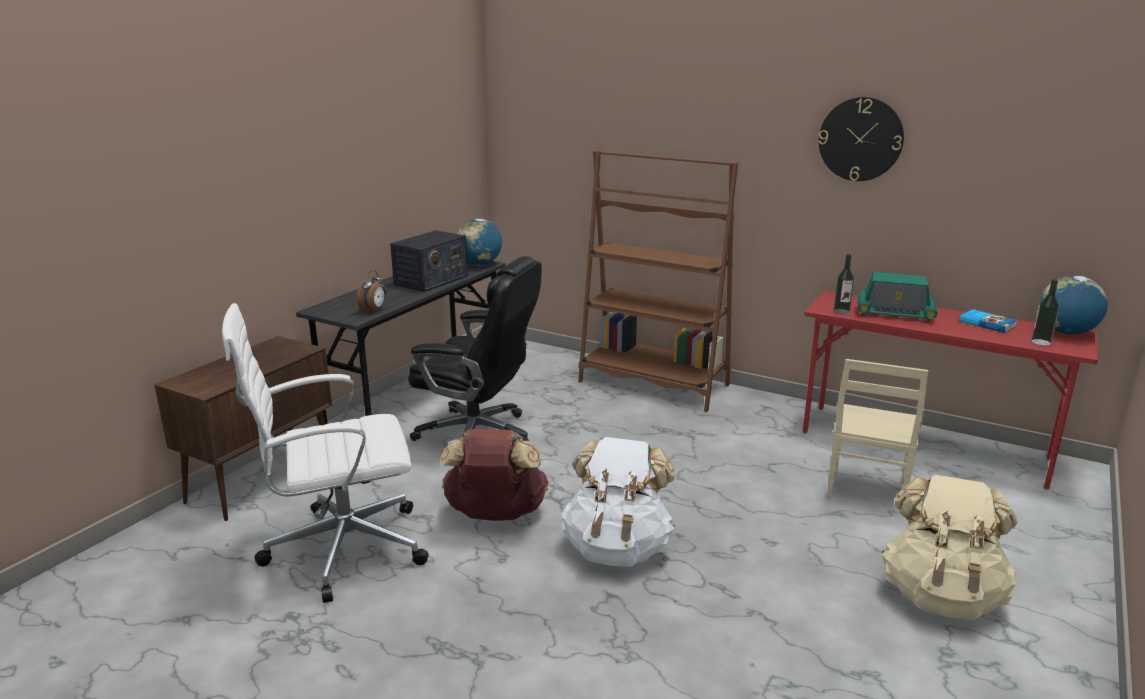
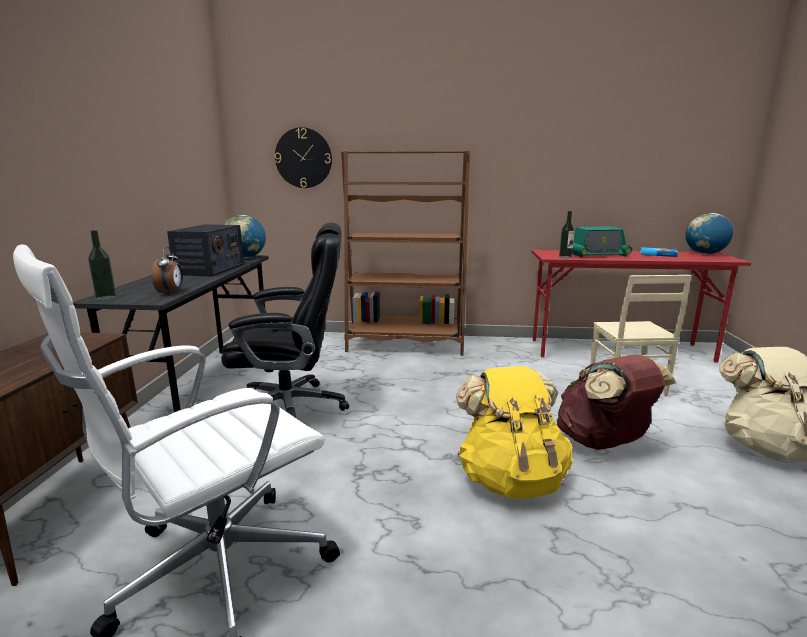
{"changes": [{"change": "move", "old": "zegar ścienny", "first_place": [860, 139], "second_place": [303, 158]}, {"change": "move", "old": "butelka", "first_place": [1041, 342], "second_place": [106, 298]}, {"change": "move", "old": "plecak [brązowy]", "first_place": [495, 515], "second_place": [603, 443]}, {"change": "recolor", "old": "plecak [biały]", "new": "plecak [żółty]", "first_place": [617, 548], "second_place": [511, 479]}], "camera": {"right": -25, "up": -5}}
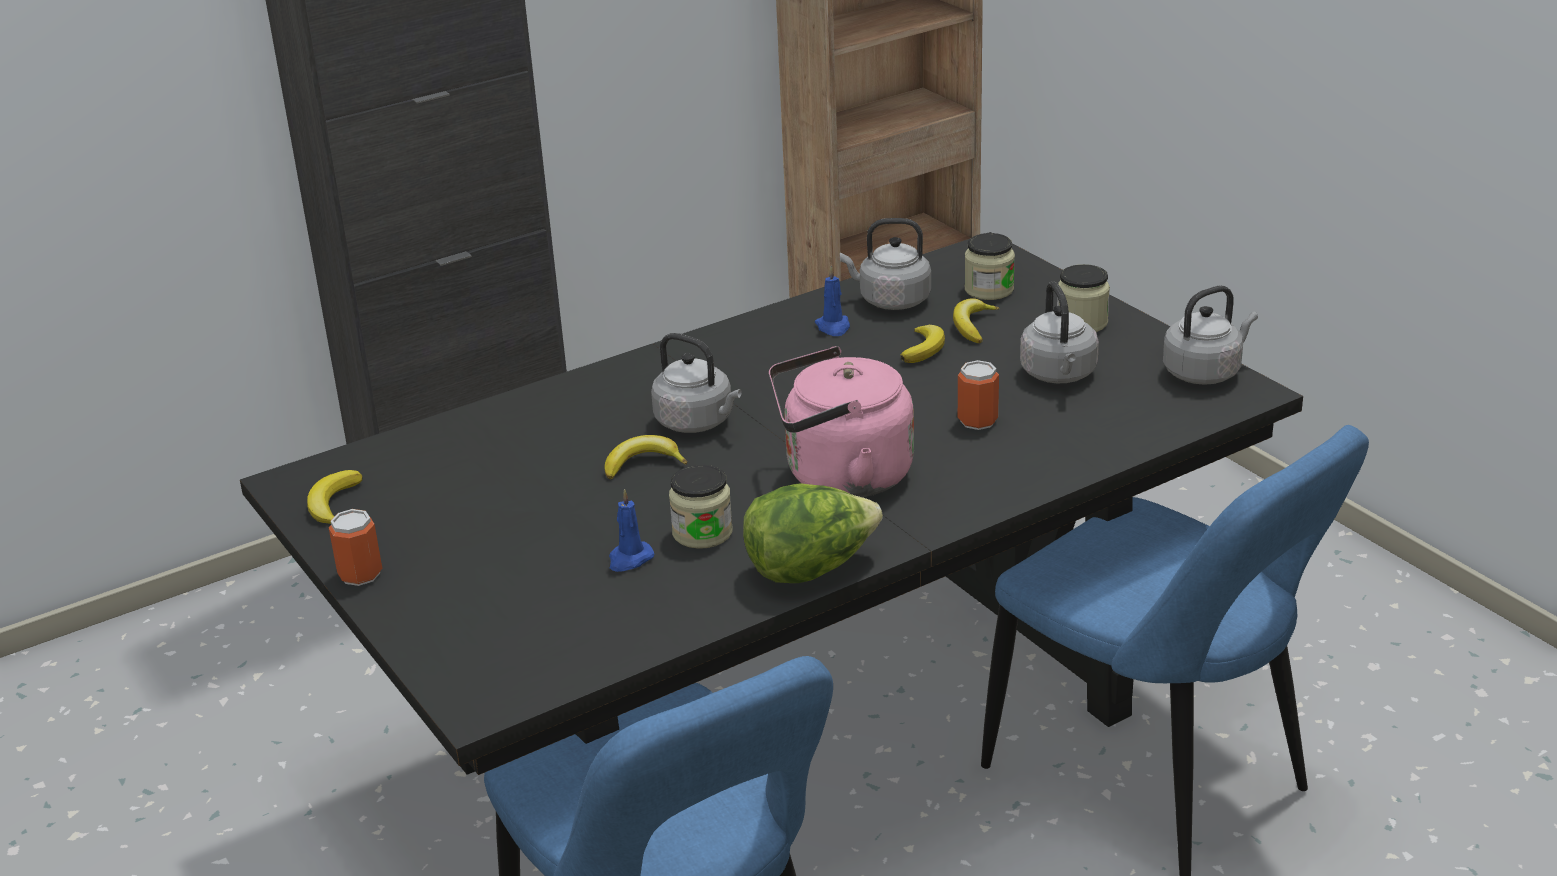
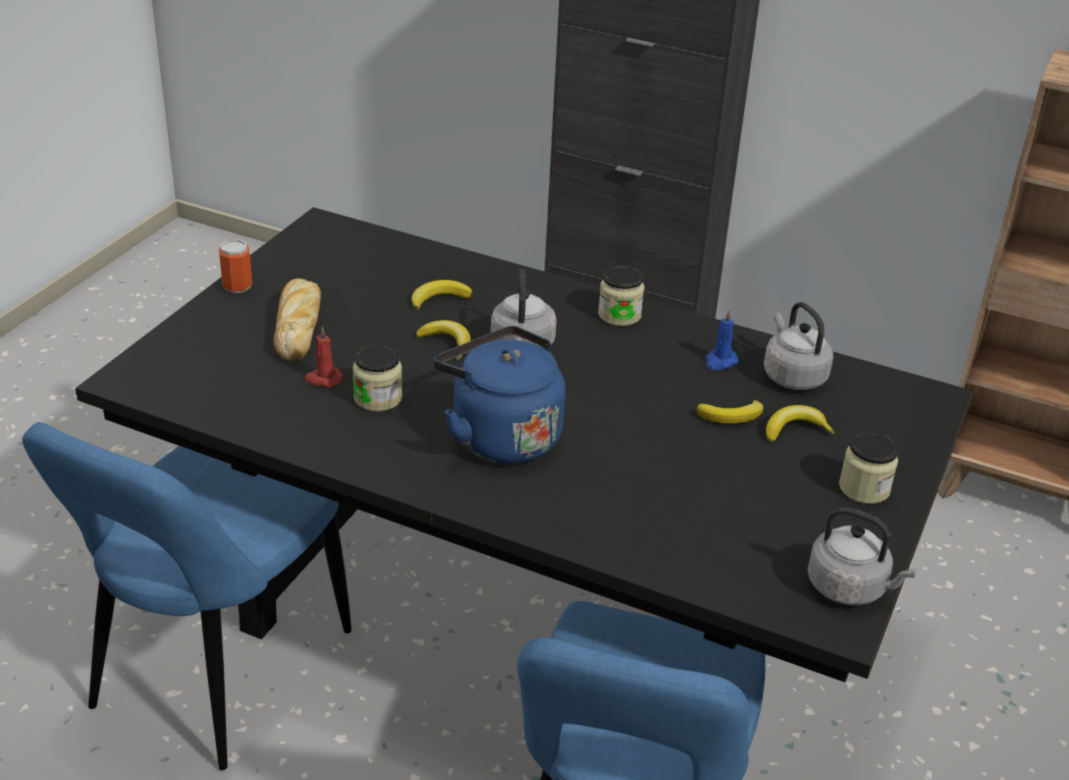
{"changes": [{"change": "move", "old": "słoik", "first_place": [989, 289], "second_place": [619, 315]}, {"change": "delete", "old": "czajnik [szary]", "first_place": [1059, 375]}, {"change": "recolor", "old": "czajnik [różowy]", "new": "czajnik [niebieski]", "first_place": [841, 477], "second_place": [500, 436]}, {"change": "delete", "old": "puszka", "first_place": [977, 421]}, {"change": "move", "old": "banan", "first_place": [333, 502], "second_place": [439, 298]}, {"change": "delete", "old": "sałata", "first_place": [810, 569]}, {"change": "recolor", "old": "świeca [niebieski]", "new": "świeca [czerwony]", "first_place": [629, 559], "second_place": [323, 379]}, {"change": "insert", "new": "chleb", "second_place": [298, 326]}], "camera": {"right": 55, "up": 5}}
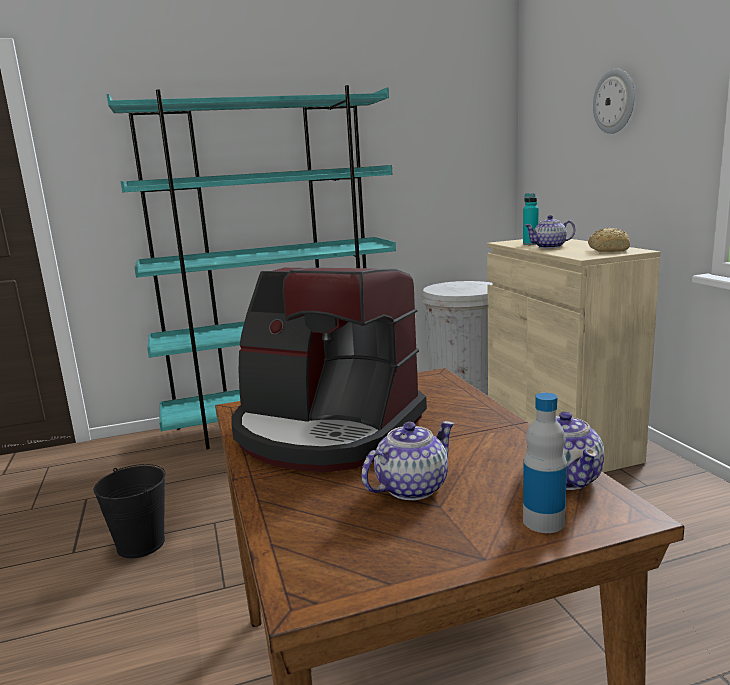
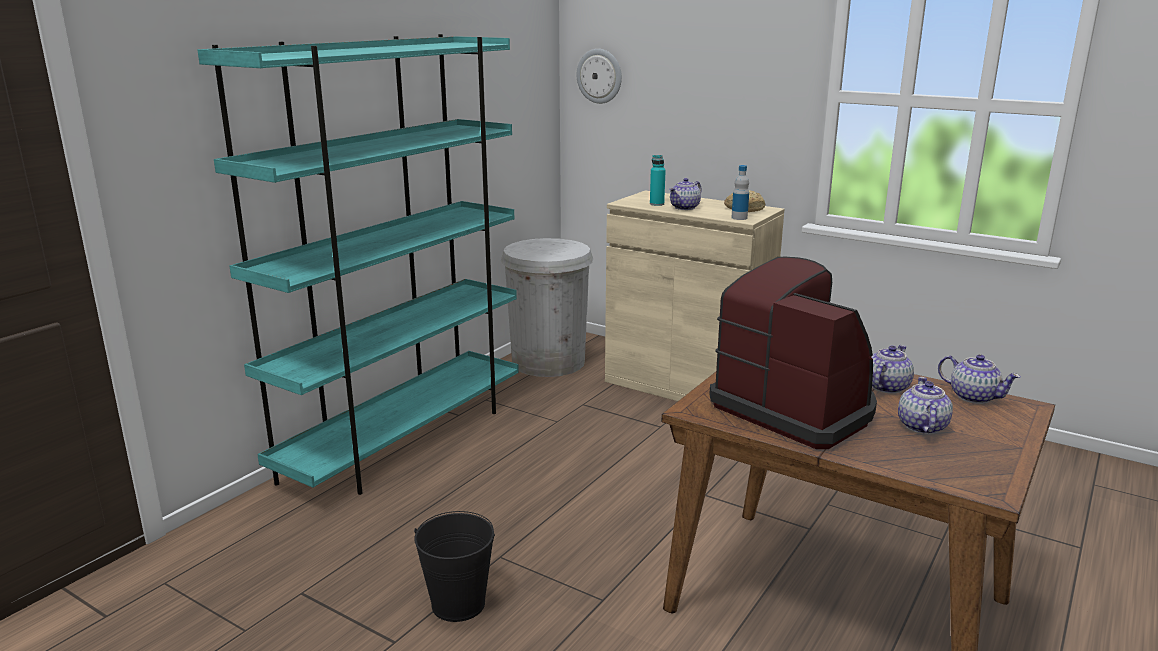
{"changes": [{"change": "move", "old": "zegar ścienny", "first_place": [614, 101], "second_place": [599, 76]}, {"change": "rotate", "old": "ekspres do kawy", "first_place": [326, 431], "second_place": [795, 408], "degrees": -120}, {"change": "move", "old": "butelka", "first_place": [543, 521], "second_place": [739, 218]}, {"change": "insert", "new": "imbryk", "second_place": [886, 387]}], "camera": {"right": -40, "up": 5}}
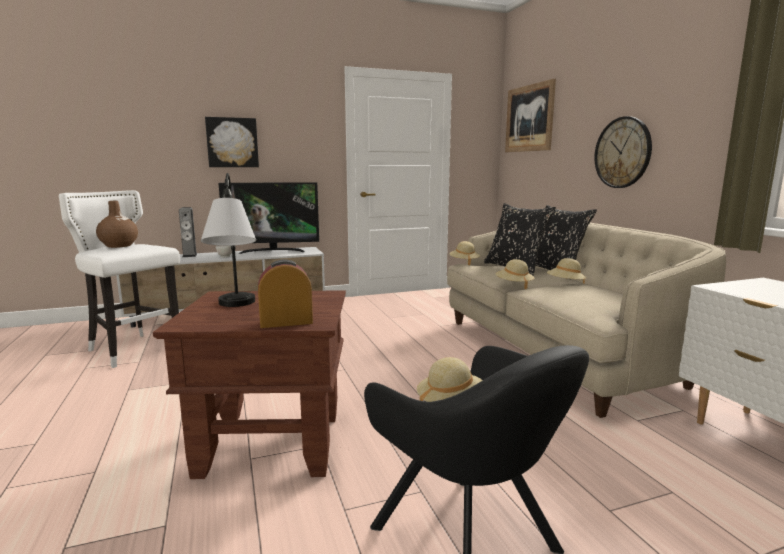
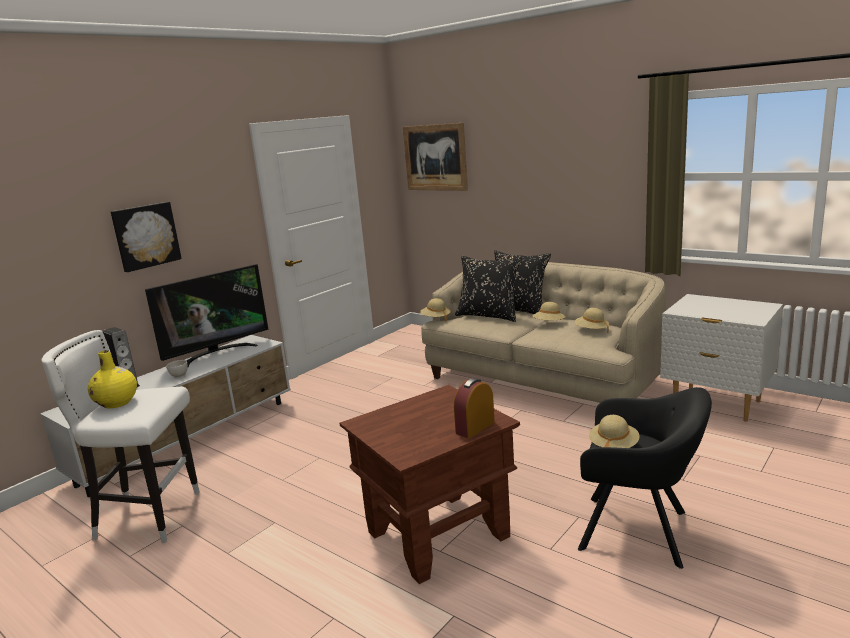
{"changes": [{"change": "delete", "old": "zegar ścienny", "first_place": [622, 152]}, {"change": "delete", "old": "lampa stołowa", "first_place": [234, 308]}, {"change": "recolor", "old": "wazon [brązowy]", "new": "wazon [żółty]", "first_place": [119, 246], "second_place": [117, 403]}, {"change": "move", "old": "kapelusz [beżowy]", "first_place": [514, 285], "second_place": [591, 330]}], "camera": {"right": -30, "up": 5}}
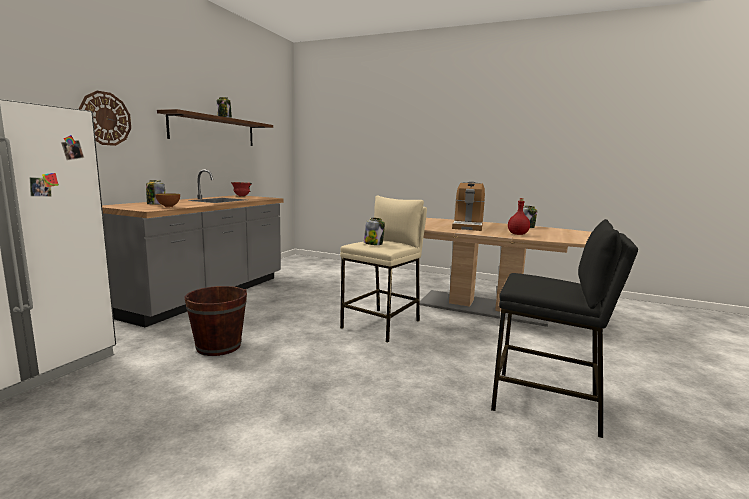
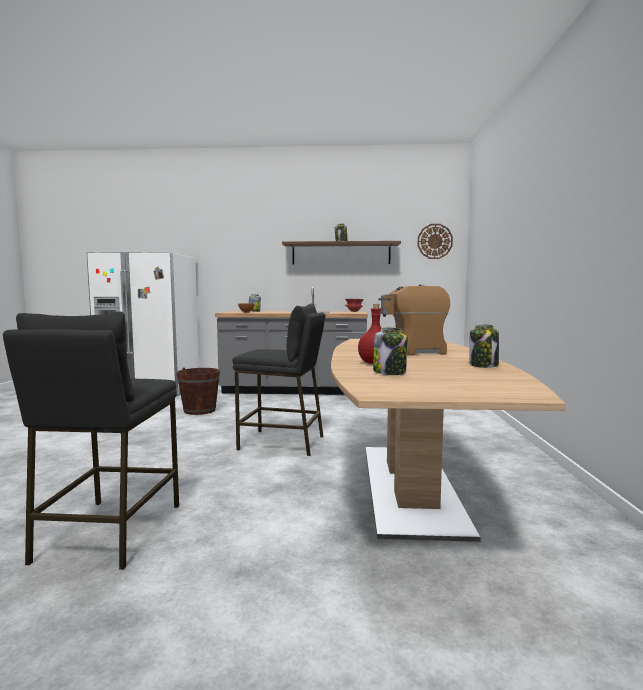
{"changes": [{"change": "move", "old": "zegar ścienny", "first_place": [105, 118], "second_place": [434, 241]}, {"change": "recolor", "old": "stołek [beżowy]", "new": "stołek [czarny]", "first_place": [382, 324], "second_place": [282, 443]}, {"change": "move", "old": "słoik", "first_place": [373, 244], "second_place": [390, 372]}], "camera": {"right": 70, "up": -5}}
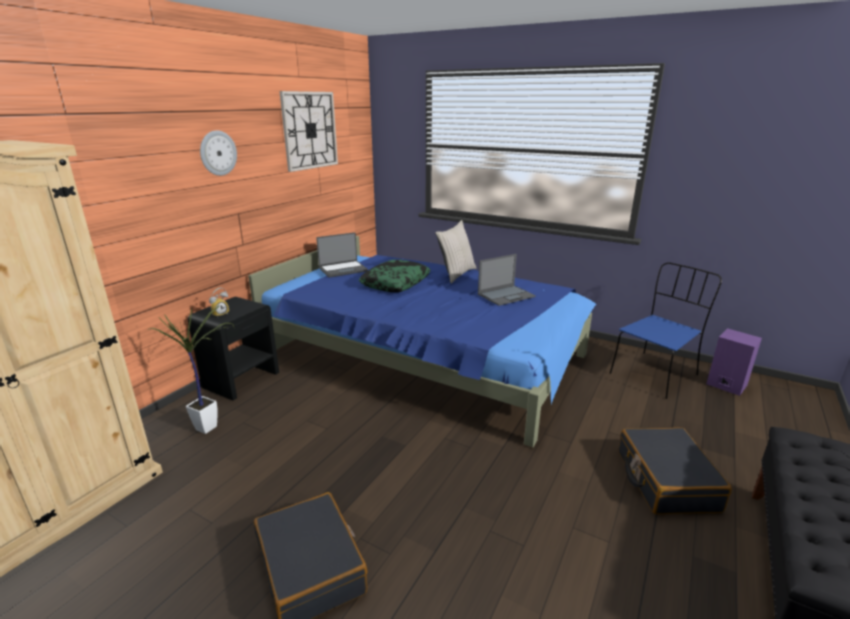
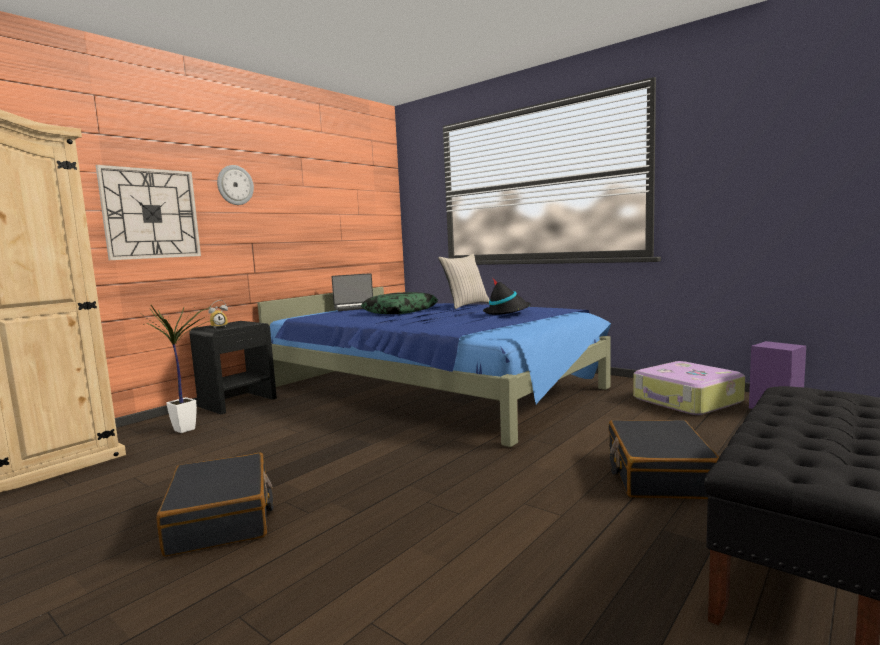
{"changes": [{"change": "move", "old": "zegar ścienny", "first_place": [310, 130], "second_place": [151, 214]}, {"change": "replace", "old": "laptop", "new": "kapelusz [czarny]", "first_place": [506, 295], "second_place": [507, 312]}, {"change": "replace", "old": "krzesło [niebieski]", "new": "walizka", "first_place": [654, 373], "second_place": [687, 400]}], "camera": {"right": 10, "up": -15}}
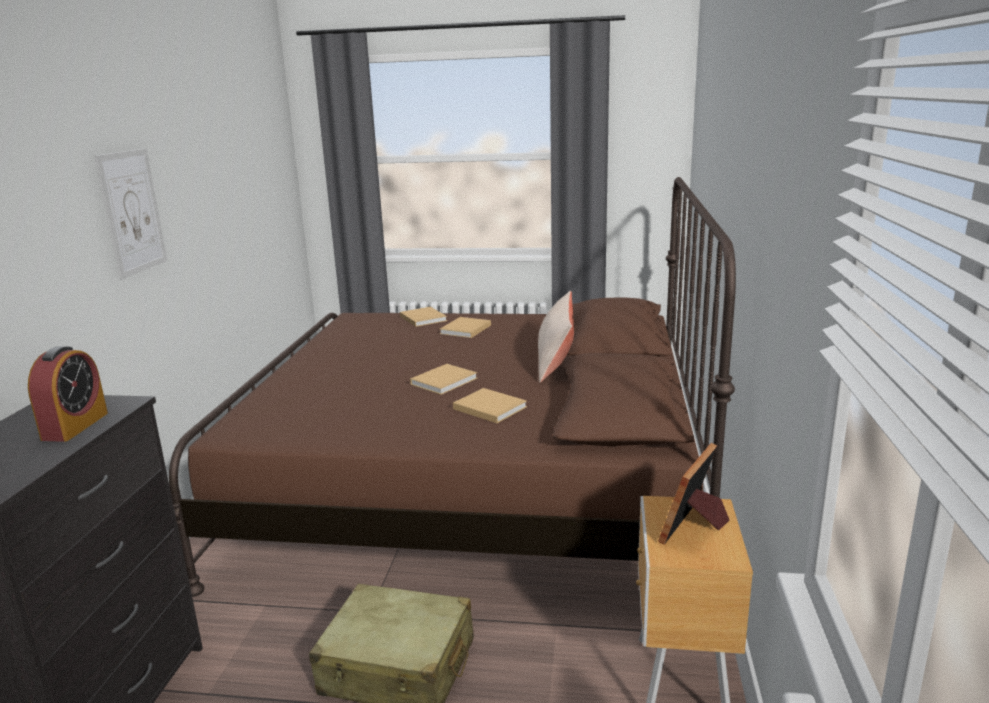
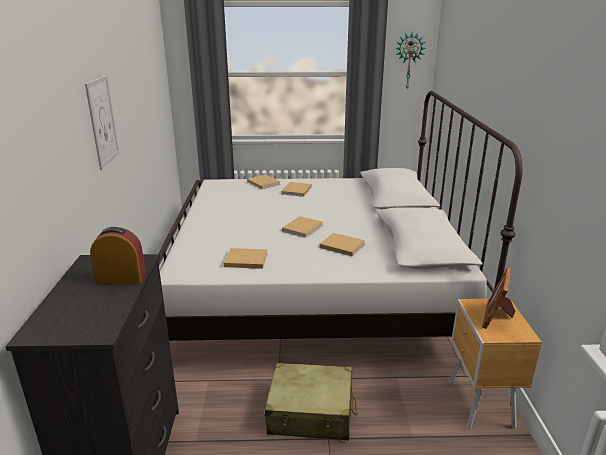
{"changes": [{"change": "recolor", "old": "łóżko [brązowy]", "new": "łóżko [biały]", "first_place": [477, 483], "second_place": [314, 290]}, {"change": "delete", "old": "poduszka [beżowy]", "first_place": [556, 360]}, {"change": "rotate", "old": "budzik", "first_place": [75, 426], "second_place": [121, 279], "degrees": -90}, {"change": "insert", "new": "zegar ścienny", "second_place": [408, 61]}, {"change": "insert", "new": "książka [beżowy]", "second_place": [244, 260]}], "camera": {"right": -10, "up": 5}}
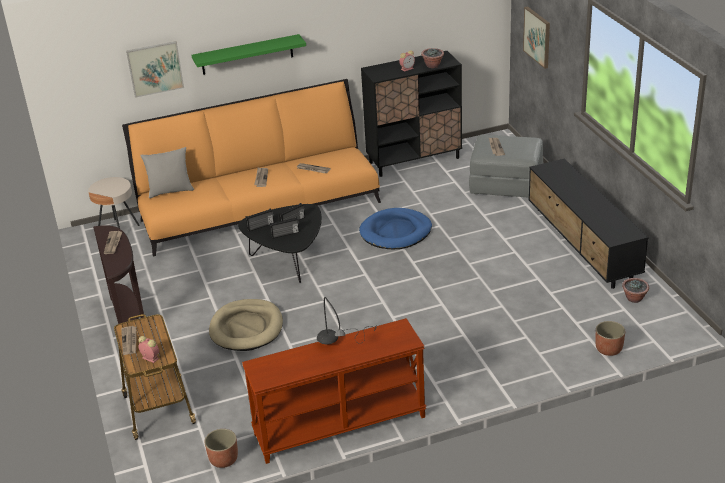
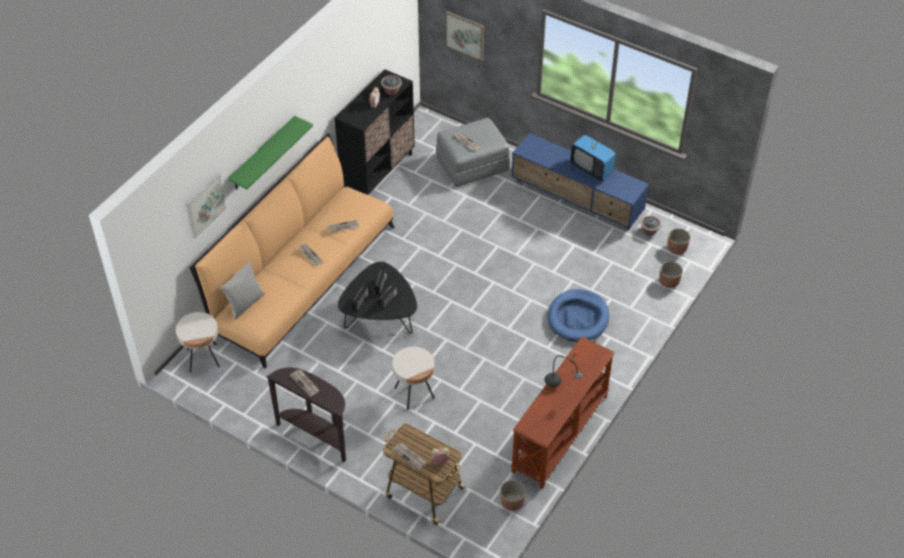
{"changes": [{"change": "recolor", "old": "szafka pod telewizor [czarny]", "new": "szafka pod telewizor [niebieski]", "first_place": [582, 245], "second_place": [577, 200]}, {"change": "move", "old": "legowisko [niebieski]", "first_place": [396, 232], "second_place": [578, 318]}, {"change": "replace", "old": "legowisko [beżowy]", "new": "stolik [beżowy]", "first_place": [246, 328], "second_place": [414, 393]}, {"change": "insert", "new": "telewizor", "second_place": [591, 169]}, {"change": "insert", "new": "donica", "second_place": [676, 249]}], "camera": {"right": -40, "up": 15}}
